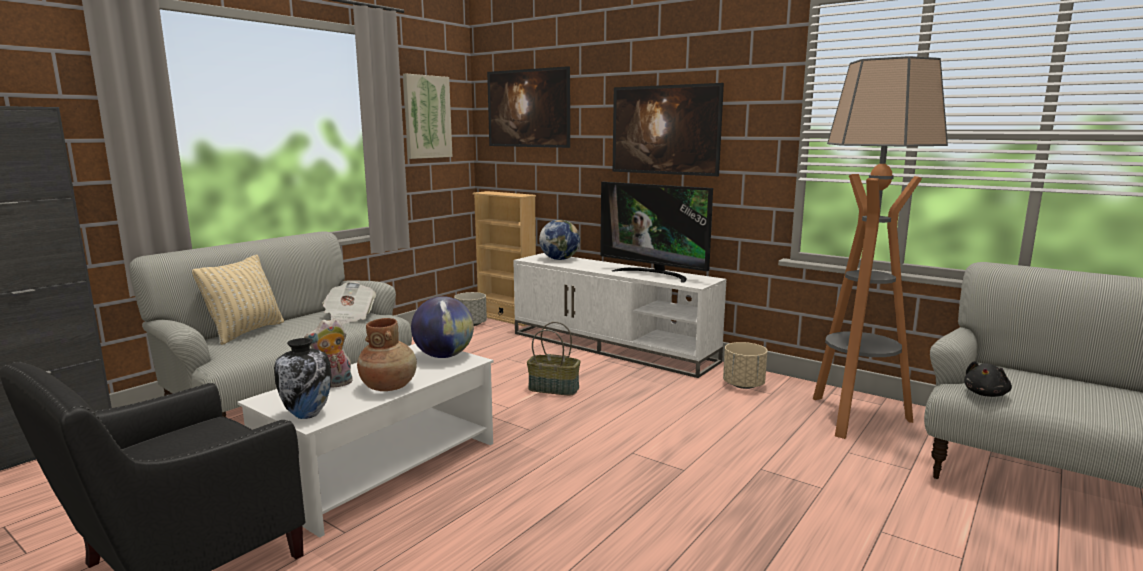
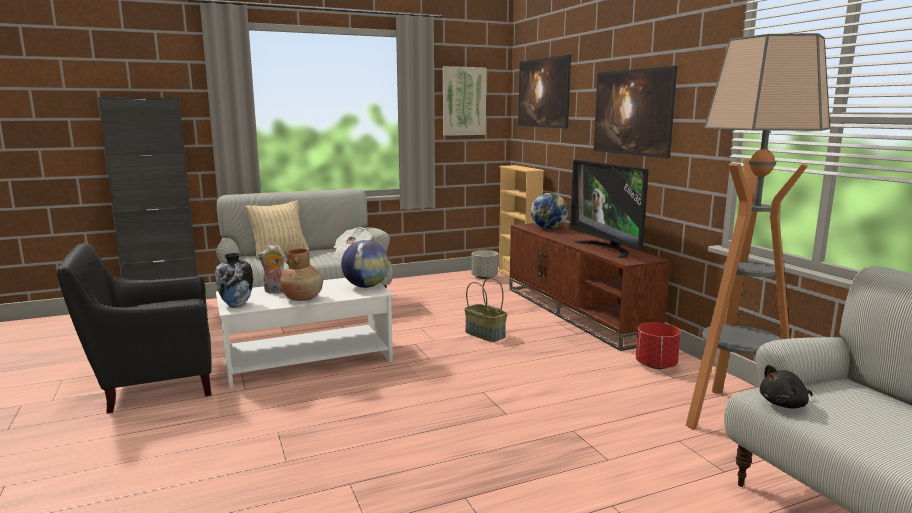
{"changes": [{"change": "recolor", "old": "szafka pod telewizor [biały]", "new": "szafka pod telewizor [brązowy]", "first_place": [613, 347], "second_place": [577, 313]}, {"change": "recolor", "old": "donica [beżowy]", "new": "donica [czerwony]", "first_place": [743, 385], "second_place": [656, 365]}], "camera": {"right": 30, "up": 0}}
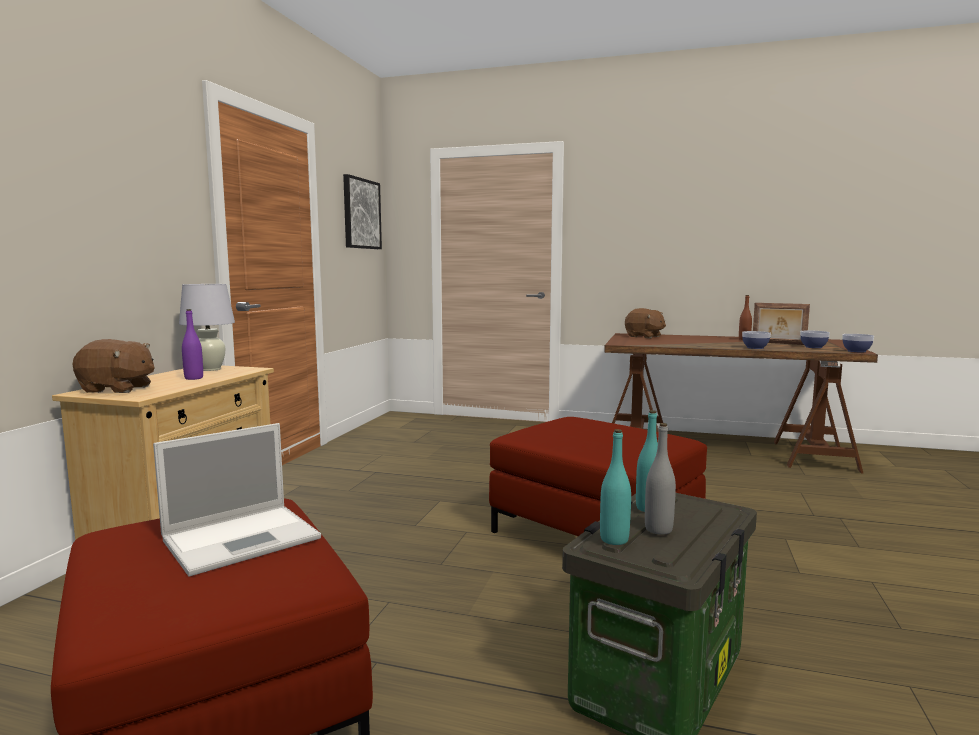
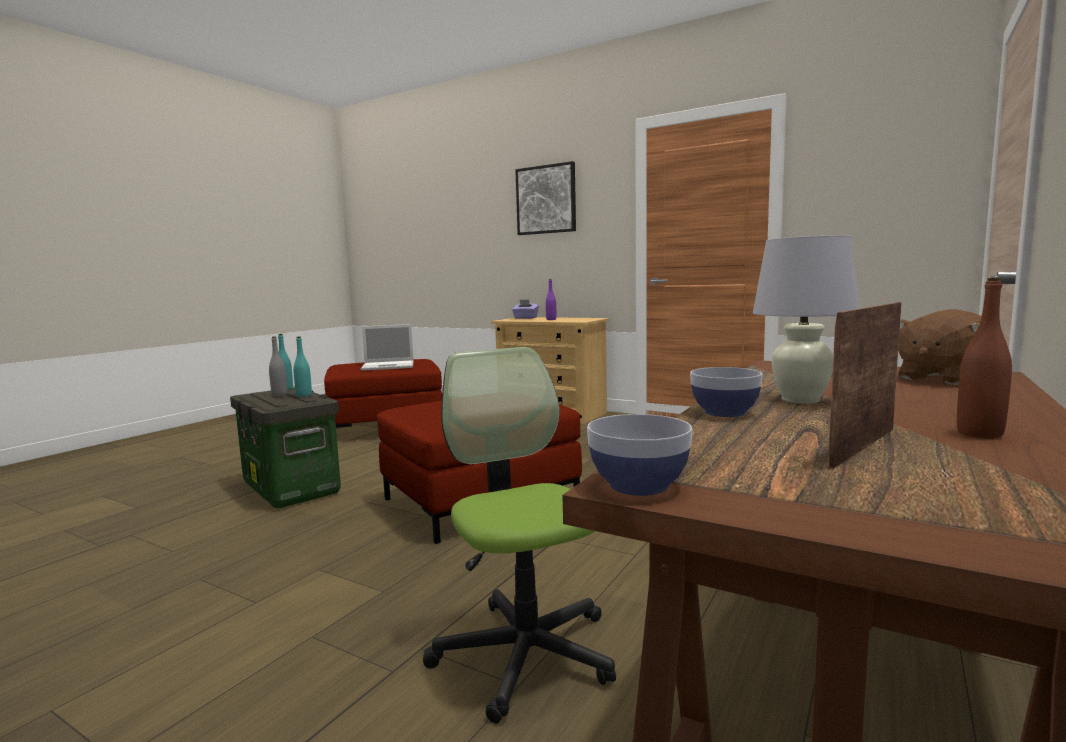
{"changes": [{"change": "move", "old": "obraz", "first_place": [361, 214], "second_place": [546, 199]}, {"change": "move", "old": "lampa stołowa [biały]", "first_place": [210, 369], "second_place": [801, 400]}, {"change": "delete", "old": "miska", "first_place": [813, 347]}, {"change": "replace", "old": "pluszak [brązowy]", "new": "pudełko chusteczek [fioletowy]", "first_place": [117, 389], "second_place": [525, 318]}, {"change": "rotate", "old": "laptop", "first_place": [244, 538], "second_place": [389, 366], "degrees": -75}, {"change": "insert", "new": "krzesło biurowe", "second_place": [525, 653]}], "camera": {"right": 105, "up": 0}}
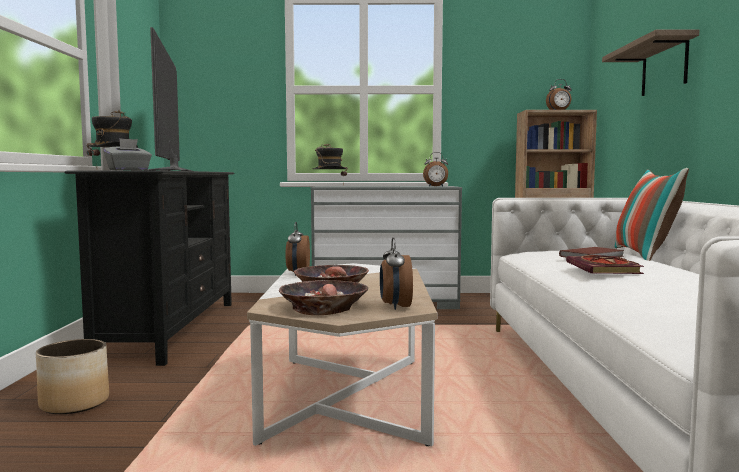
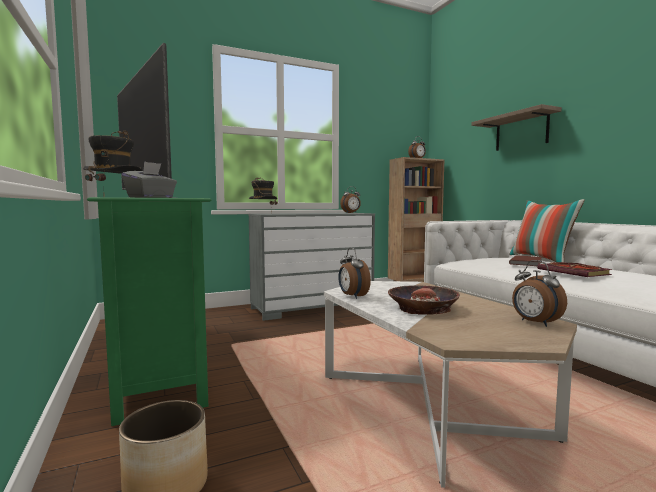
{"changes": [{"change": "recolor", "old": "szafka pod telewizor [czarny]", "new": "szafka pod telewizor [zielony]", "first_place": [171, 329], "second_place": [156, 361]}, {"change": "delete", "old": "miska", "first_place": [323, 307]}], "camera": {"right": -25, "up": 0}}
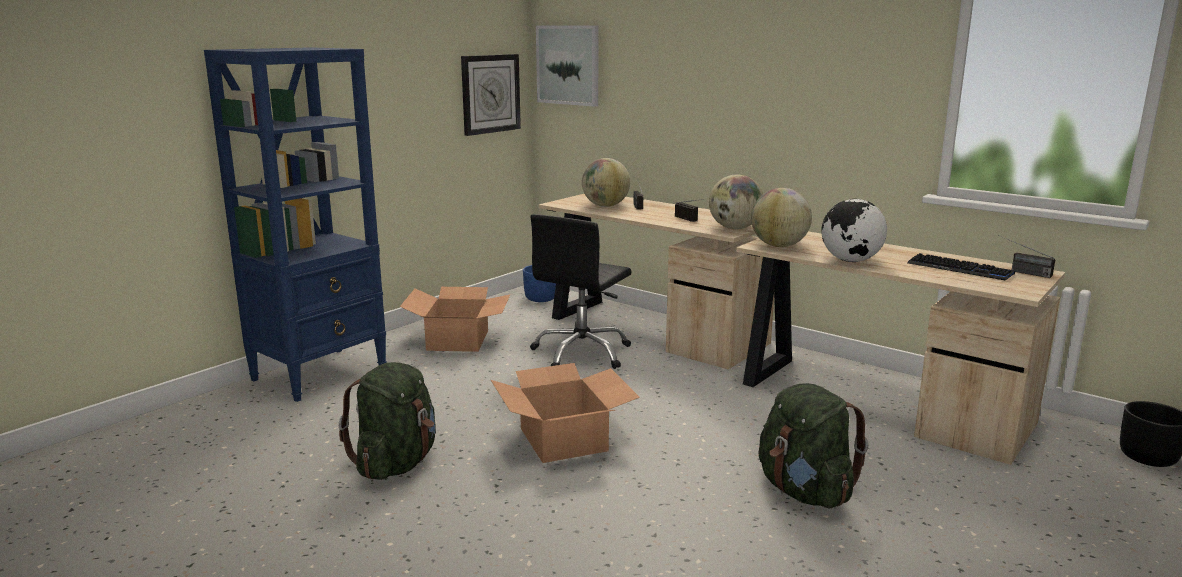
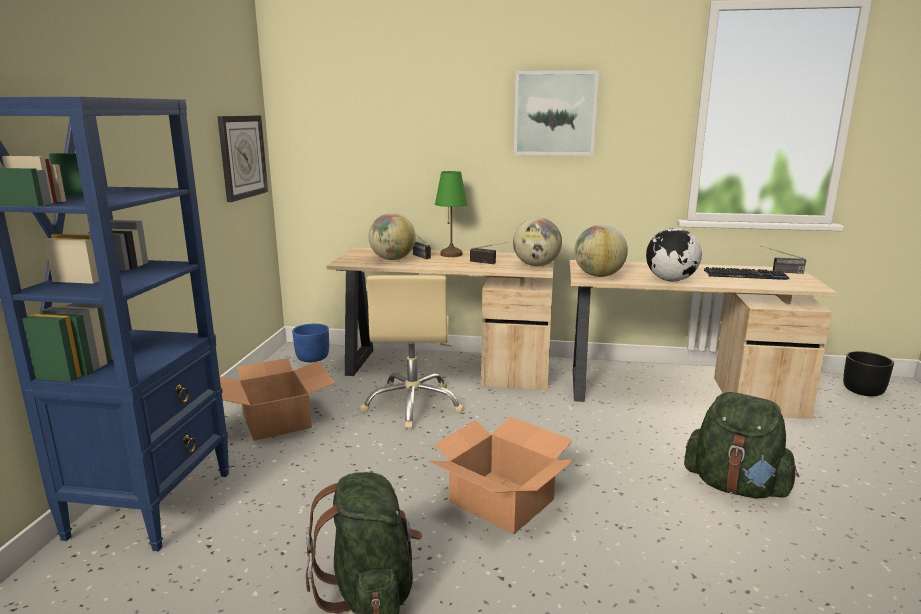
{"changes": [{"change": "move", "old": "obraz", "first_place": [568, 65], "second_place": [555, 113]}, {"change": "recolor", "old": "krzesło biurowe [czarny]", "new": "krzesło biurowe [beżowy]", "first_place": [582, 353], "second_place": [413, 405]}, {"change": "insert", "new": "lampa stołowa [zielony]", "second_place": [451, 254]}], "camera": {"right": -30, "up": 0}}
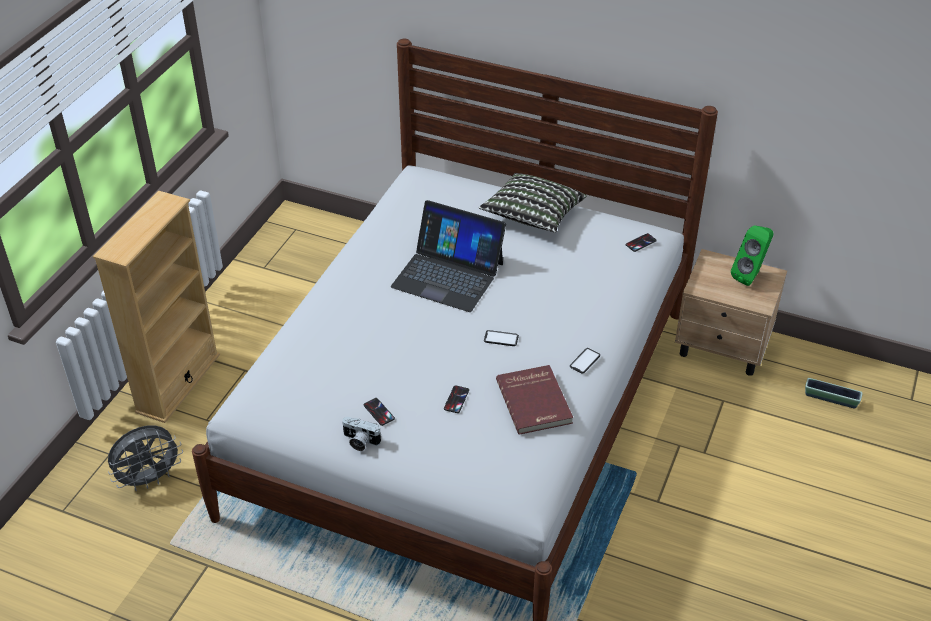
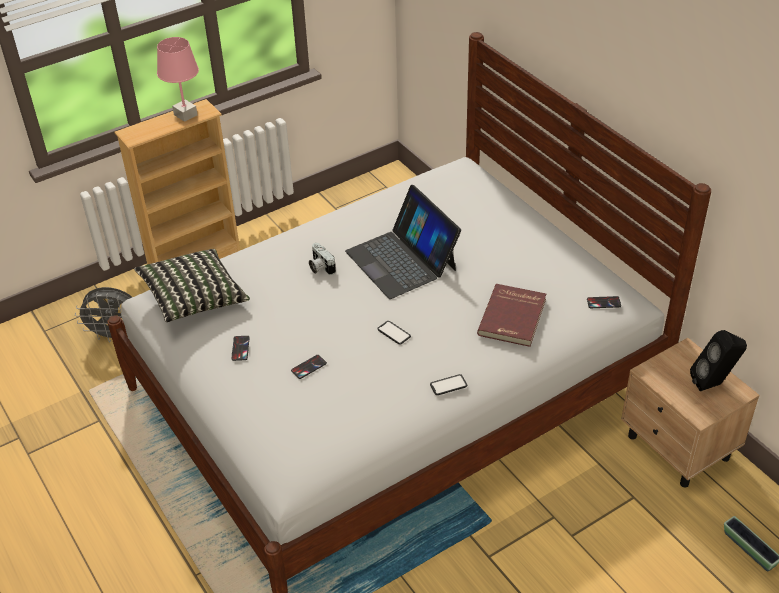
{"changes": [{"change": "move", "old": "poduszka", "first_place": [532, 216], "second_place": [194, 298]}, {"change": "recolor", "old": "głośnik [zielony]", "new": "głośnik [czarny]", "first_place": [750, 276], "second_place": [713, 383]}, {"change": "move", "old": "książka [czerwony]", "first_place": [535, 401], "second_place": [513, 317]}, {"change": "move", "old": "aparat fotograficzny", "first_place": [359, 441], "second_place": [320, 267]}, {"change": "insert", "new": "lampa stołowa [różowy]", "second_place": [186, 115]}], "camera": {"right": 35, "up": 0}}
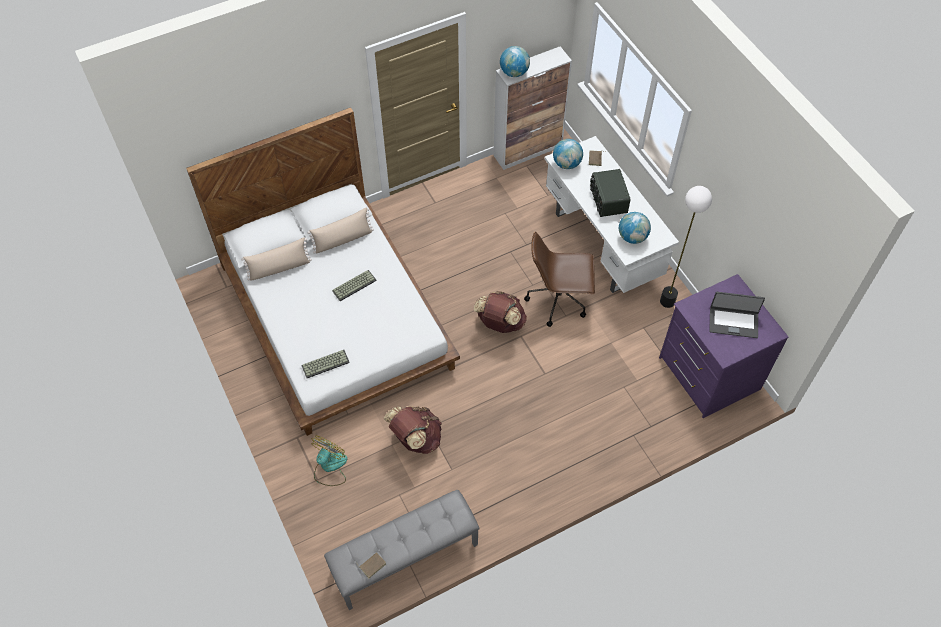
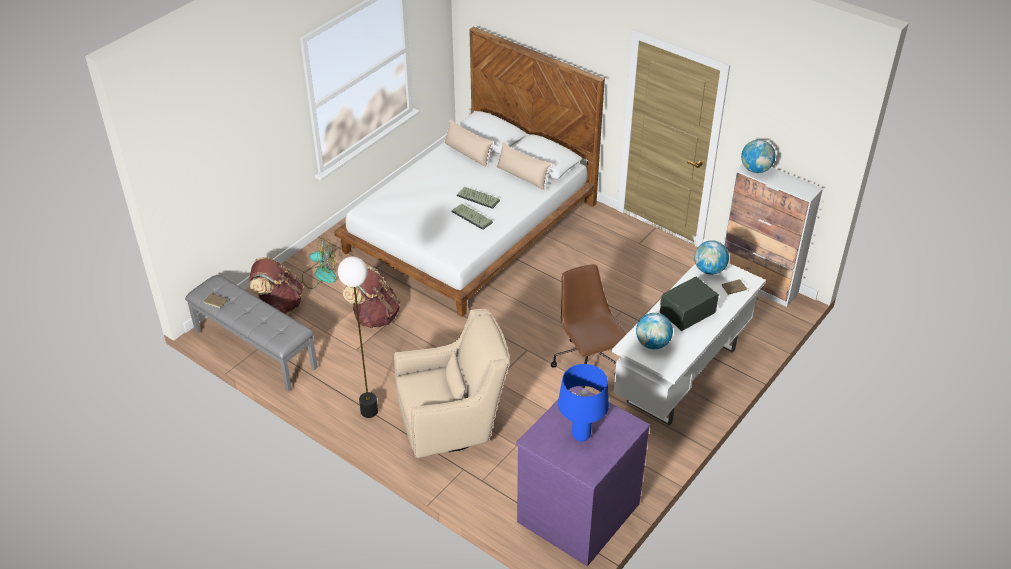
{"changes": [{"change": "move", "old": "lampa stojąca", "first_place": [667, 301], "second_place": [369, 411]}, {"change": "move", "old": "plecak [brązowy]", "first_place": [500, 323], "second_place": [279, 304]}, {"change": "replace", "old": "laptop", "new": "lampa stołowa [niebieski]", "first_place": [733, 322], "second_place": [581, 436]}, {"change": "move", "old": "klawiatura", "first_place": [325, 363], "second_place": [472, 217]}, {"change": "insert", "new": "fotel [beżowy]", "second_place": [453, 423]}], "camera": {"right": 65, "up": -15}}
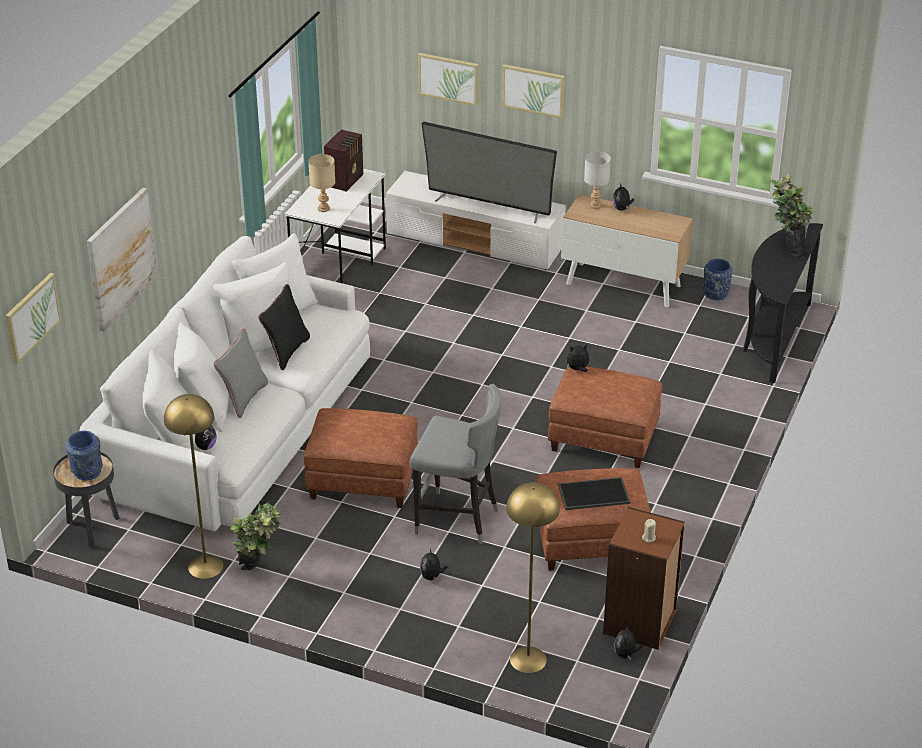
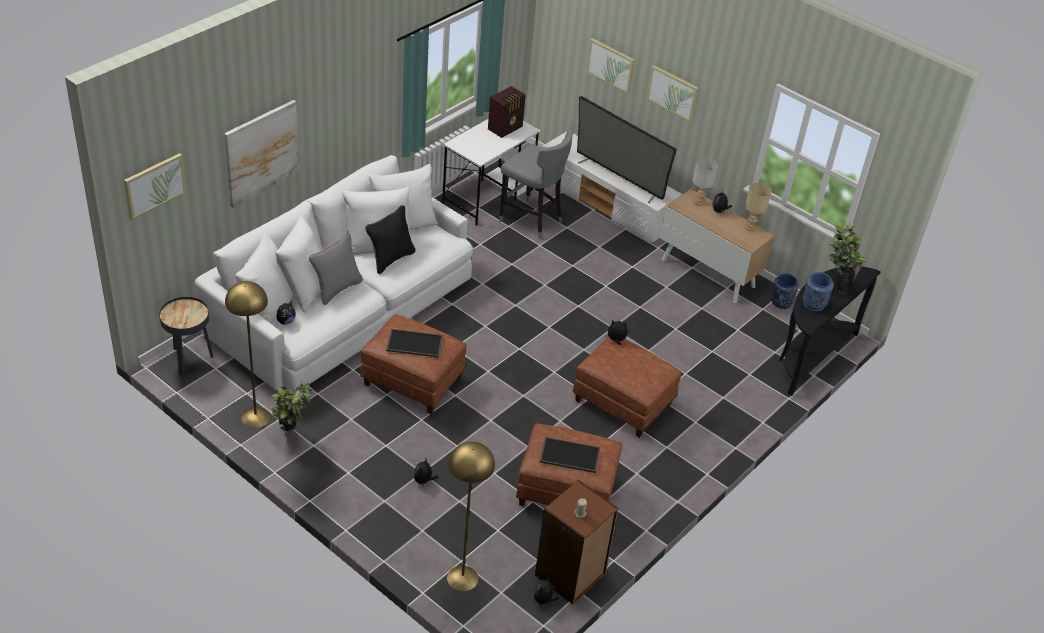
{"changes": [{"change": "move", "old": "lampa stołowa [beżowy]", "first_place": [323, 208], "second_place": [750, 227]}, {"change": "move", "old": "stołek [szary]", "first_place": [457, 520], "second_place": [532, 220]}, {"change": "move", "old": "wazon [niebieski]", "first_place": [87, 472], "second_place": [813, 304]}, {"change": "insert", "new": "taca", "second_place": [414, 344]}], "camera": {"right": 15, "up": 5}}
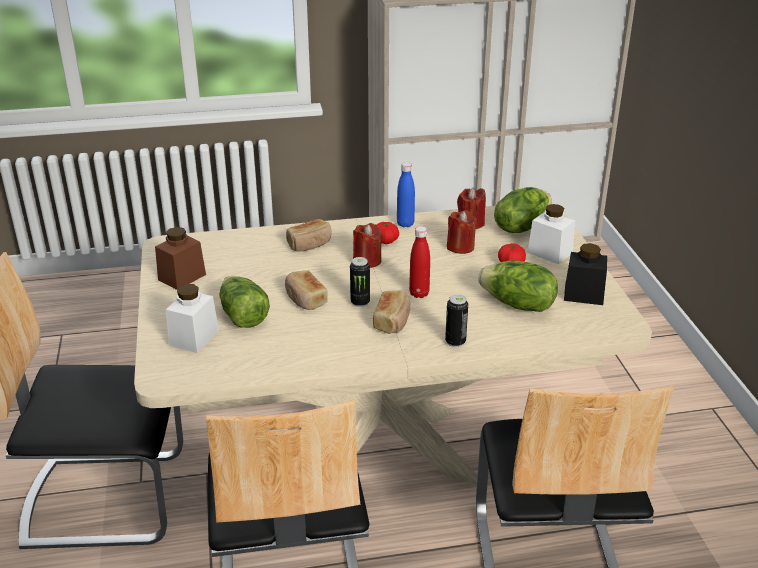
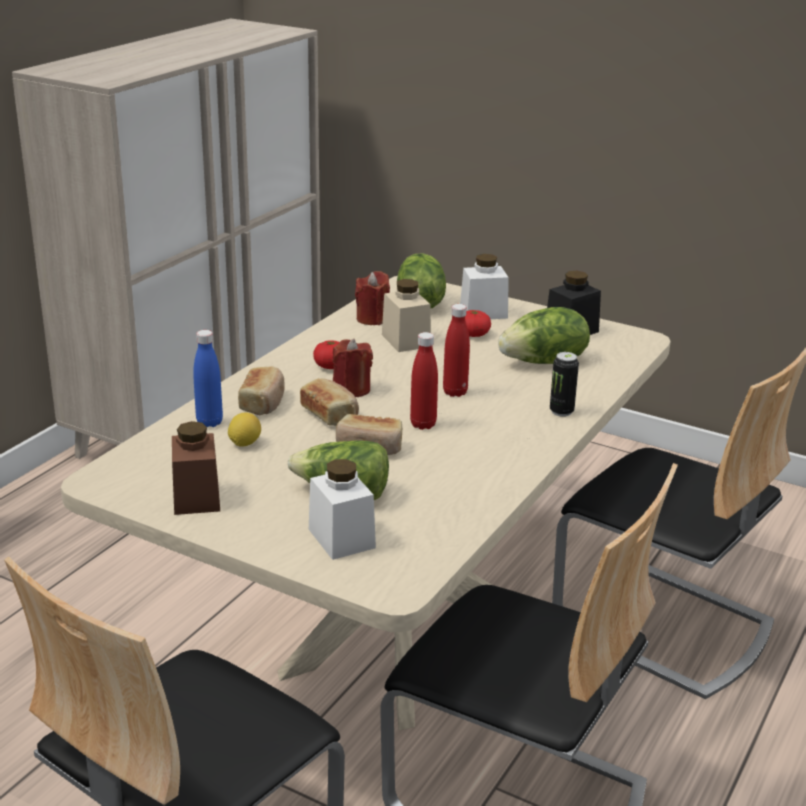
{"changes": [{"change": "move", "old": "butelka [niebieski]", "first_place": [405, 224], "second_place": [209, 422]}, {"change": "replace", "old": "świeca [czerwony]", "new": "słoik [beżowy]", "first_place": [460, 247], "second_place": [406, 340]}, {"change": "replace", "old": "puszka", "new": "butelka [czerwony]", "first_place": [360, 302], "second_place": [423, 424]}, {"change": "move", "old": "chleb", "first_place": [392, 321], "second_place": [330, 414]}, {"change": "insert", "new": "cytryna", "second_place": [244, 443]}], "camera": {"right": -50, "up": -5}}
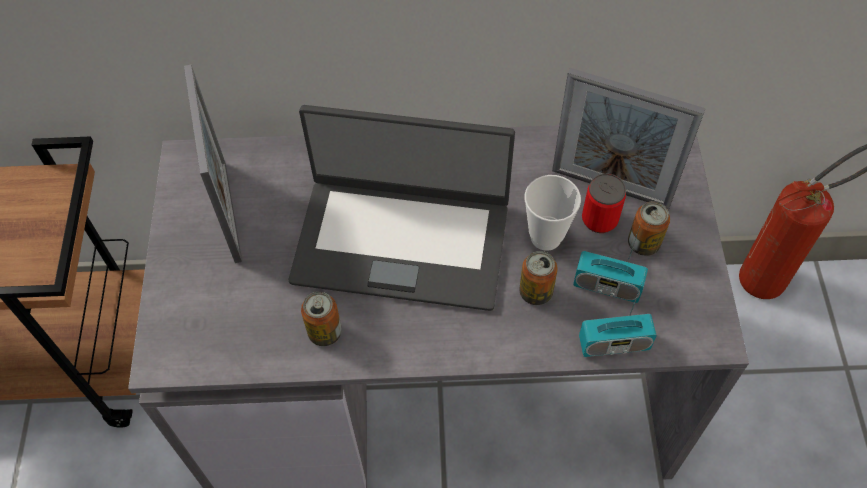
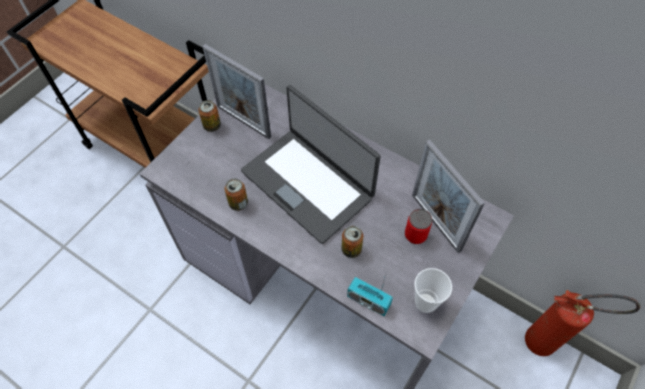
{"changes": [{"change": "rotate", "old": "ramka na zdjęcie", "first_place": [230, 211], "second_place": [243, 121], "degrees": 105}, {"change": "move", "old": "filiżanka", "first_place": [546, 237], "second_place": [425, 303]}, {"change": "move", "old": "puszka", "first_place": [643, 243], "second_place": [212, 126]}, {"change": "delete", "old": "radio", "first_place": [607, 286]}], "camera": {"right": 35, "up": 0}}
